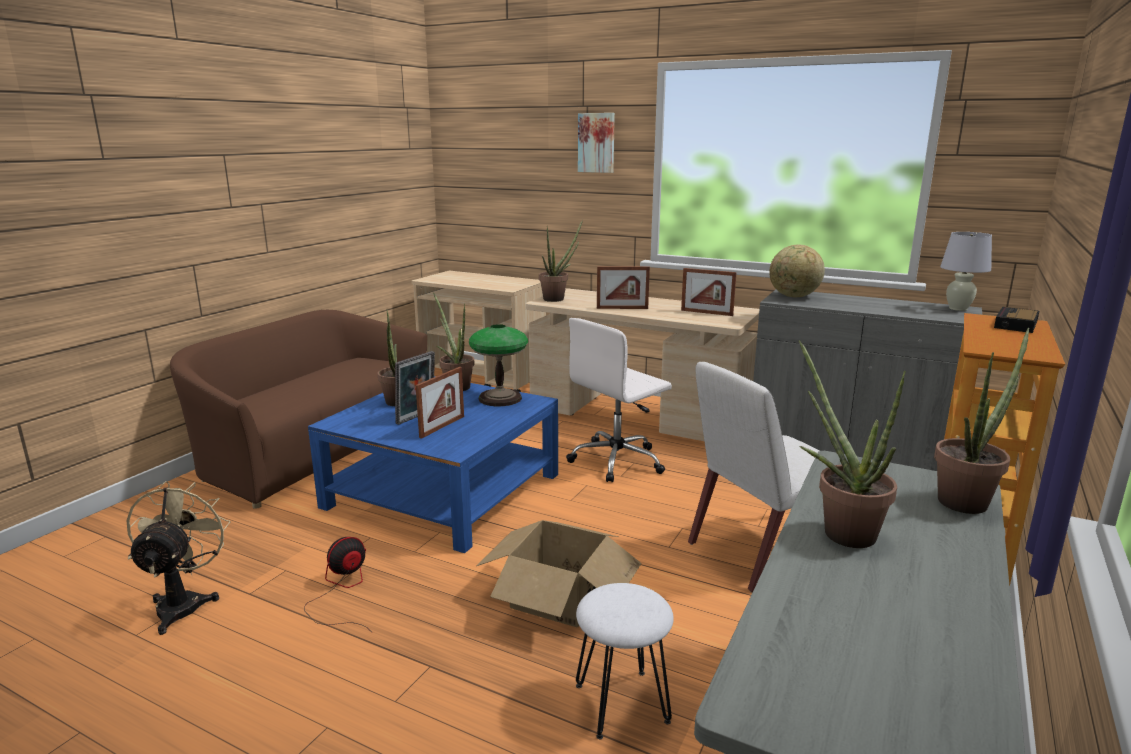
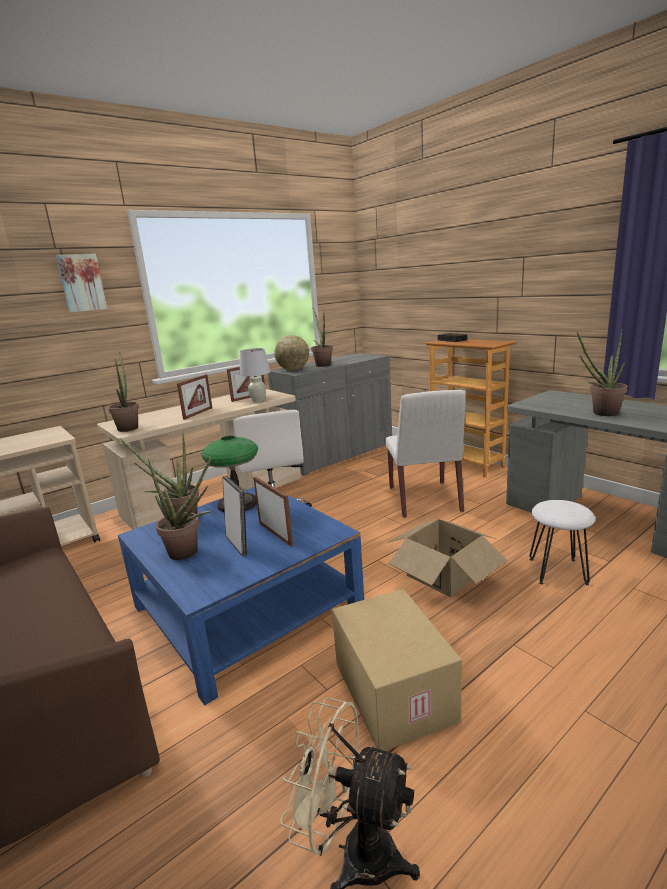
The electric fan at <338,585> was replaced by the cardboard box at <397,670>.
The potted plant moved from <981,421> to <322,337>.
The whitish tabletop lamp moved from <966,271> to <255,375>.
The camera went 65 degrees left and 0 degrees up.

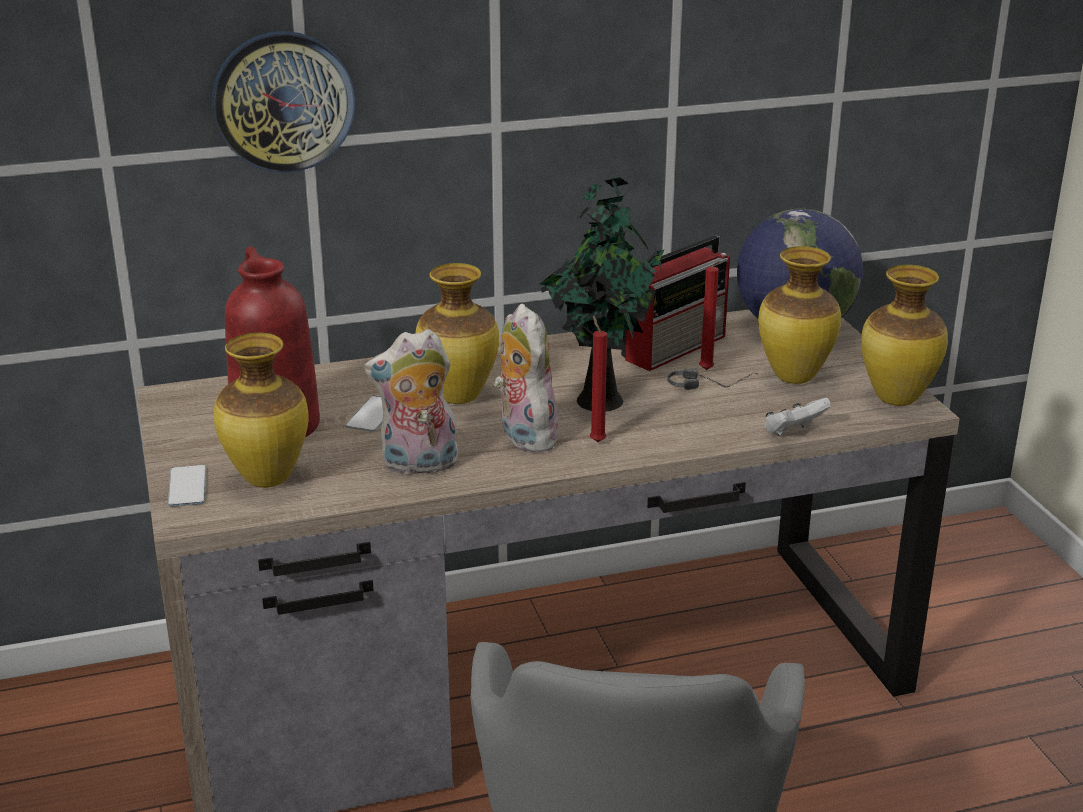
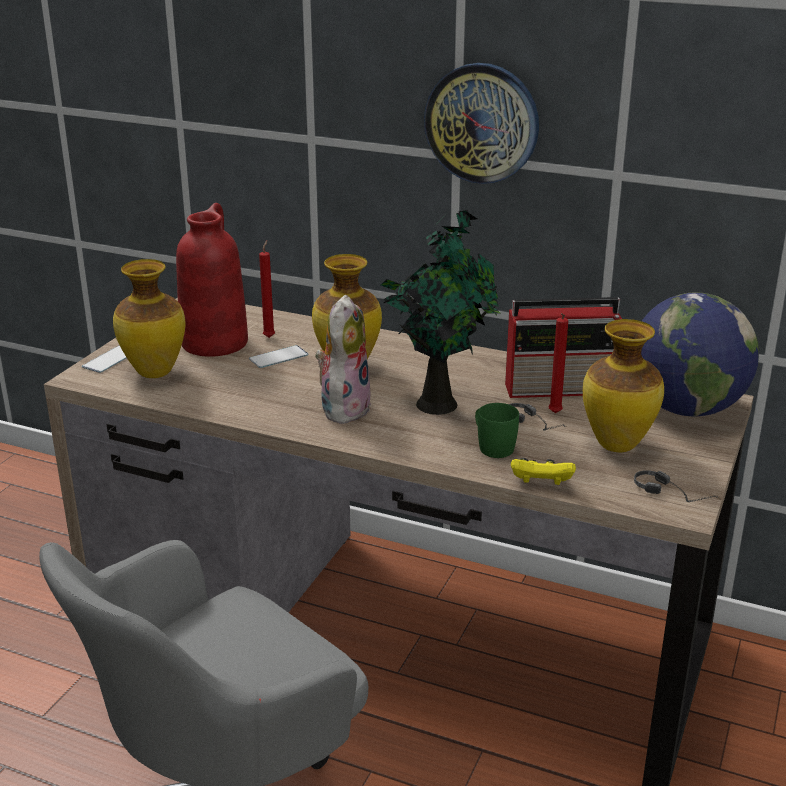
The clock on the wall moved from <283,102> to <481,123>.
The cuddly toy at <411,401> disappeared.
The red-coloured wax candle moved from <598,378> to <267,289>.
The whitish game controller at <798,417> became the yellow-coloured game controller at <543,471>.
The decorative vase at <904,335> was replaced by the headphones at <677,486>.
The green mug at <497,430> appeared.
The camera went 40 degrees right and 0 degrees up.

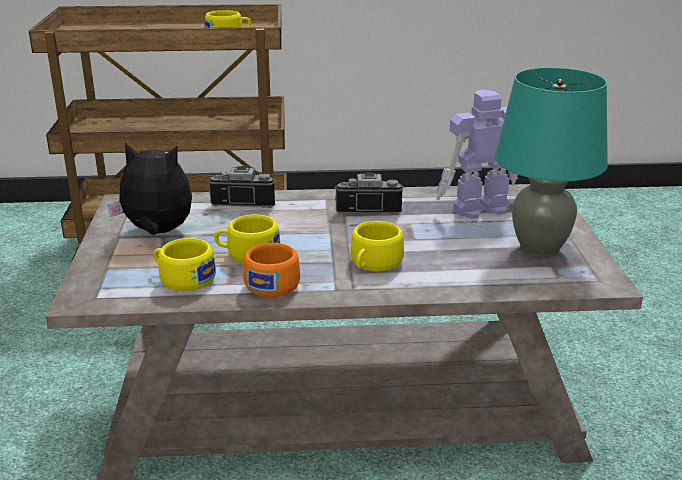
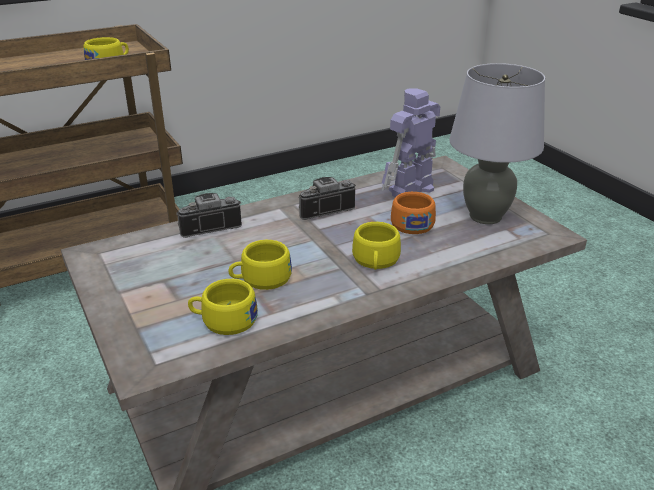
The cuddly toy at <149,188> disappeared.
The orange drinking cup moved from <271,270> to <413,213>.
The turquoise tabletop lamp at <551,162> became the greyish tabletop lamp at <497,143>.
The camera went 25 degrees left and 5 degrees up.

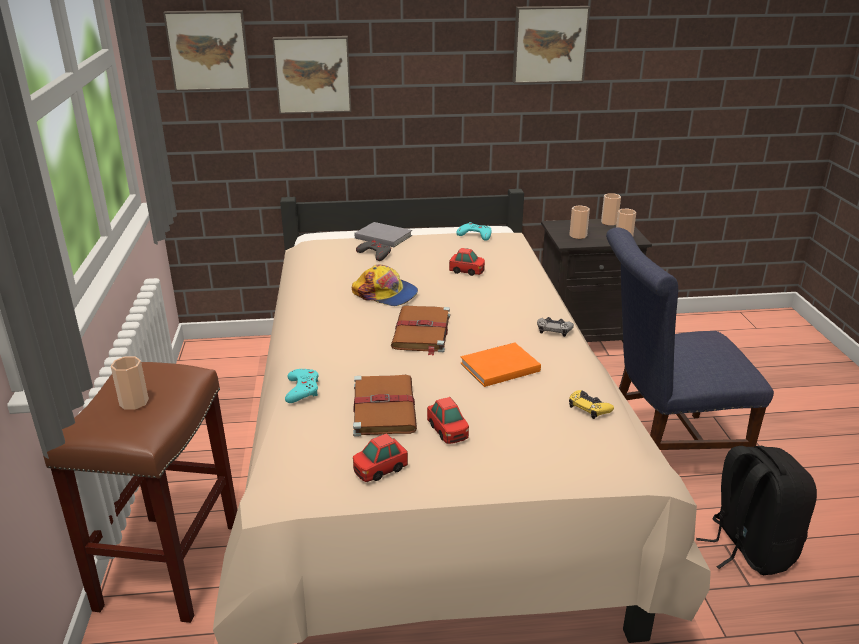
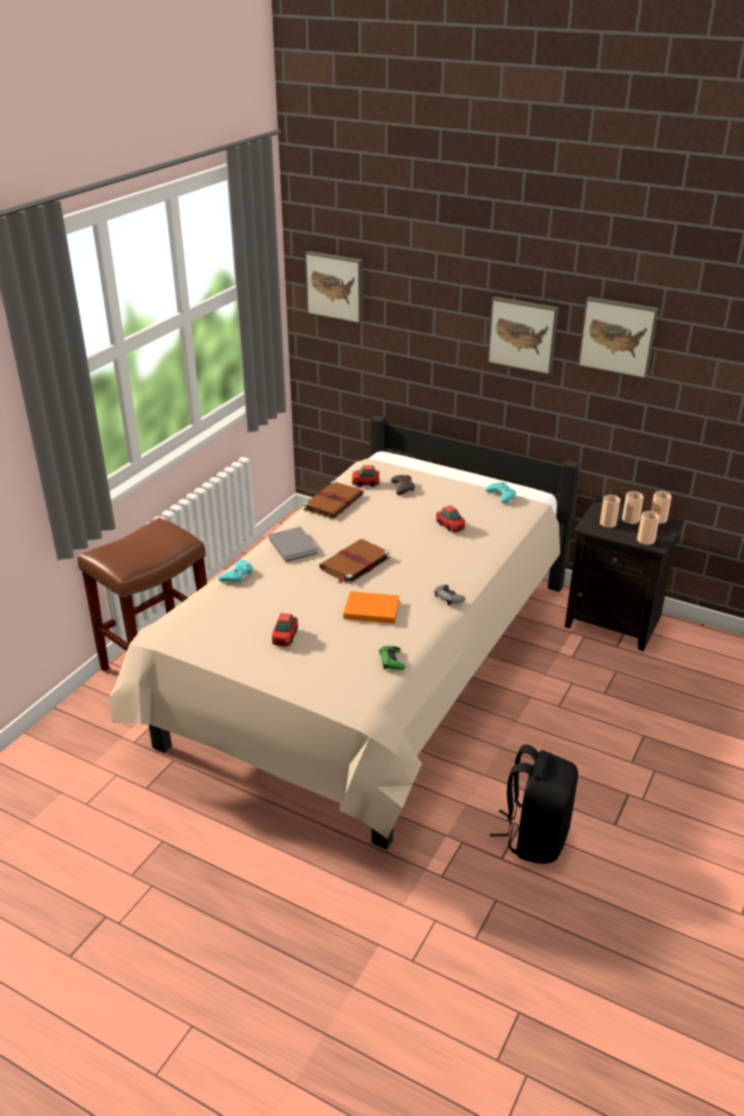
The drinking cup moved from <130,383> to <633,507>.
The wall art moved from <311,75> to <523,336>.
The peaked cap at <385,285> disappeared.
The brown volume moved from <385,406> to <333,500>.
The model car moved from <380,458> to <365,476>.
The greyish volume moved from <383,234> to <293,544>.
The yellow-coloured game controller at <591,404> became the green game controller at <392,658>.
The blue plain chair at <690,339> disappeared.
The camera went 35 degrees right and 5 degrees up.

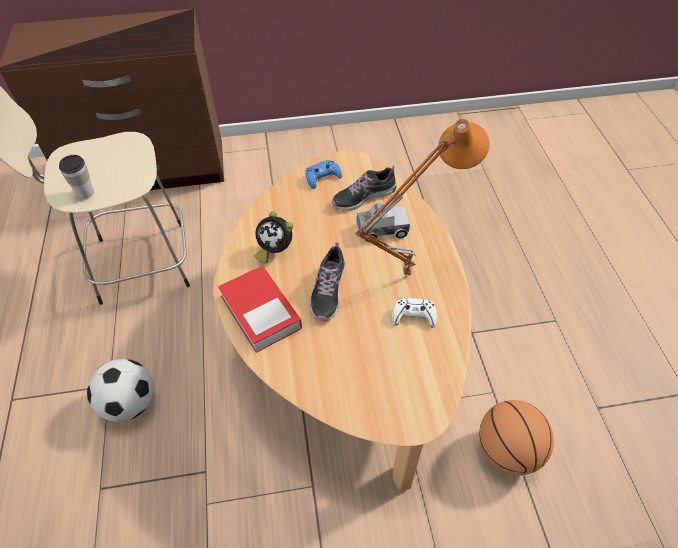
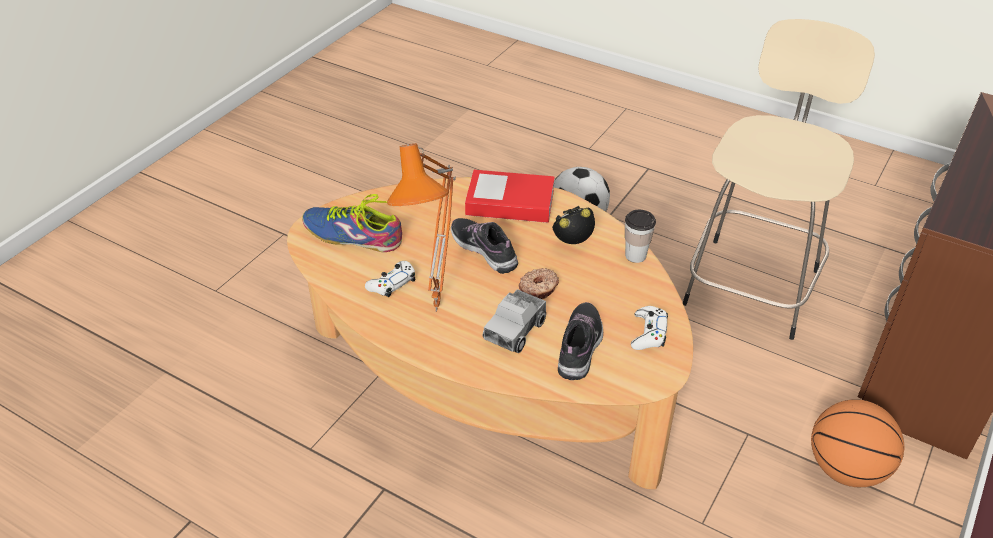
The drinking cup moved from <76,177> to <640,236>.
The blue game controller at <323,174> became the whitish game controller at <649,328>.
The ball for basketball moved from <516,437> to <857,443>.
The low shoe at <352,223> appeared.
The donut at <539,283> appeared.
The camera went 130 degrees right and 10 degrees down.

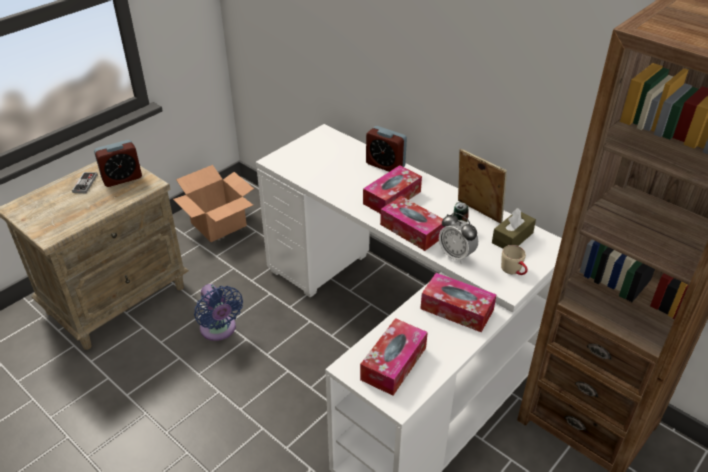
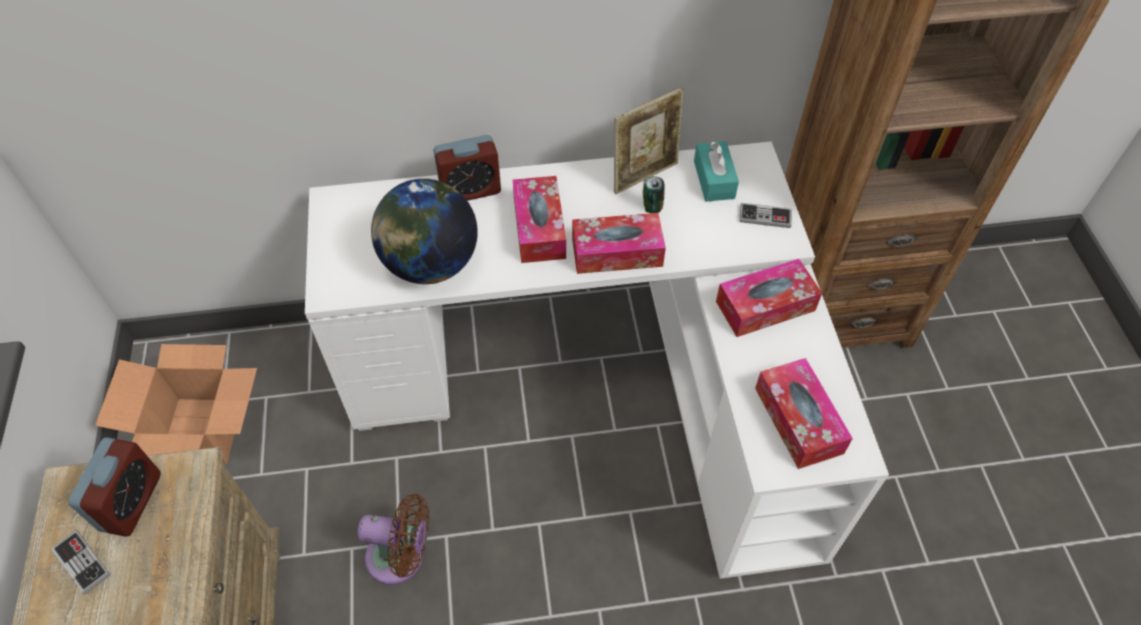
The blue electric fan at <218,312> became the brown electric fan at <393,539>.
The table clock at <458,238> disappeared.
The photo frame at <482,186> turned 150 degrees clockwise.
The brown tissue box at <514,228> became the turquoise tissue box at <716,171>.
The beige-coloured mug at <514,260> was replaced by the game controller at <765,215>.
The desk globe at <424,231> appeared.
The camera went 50 degrees left and 15 degrees up.

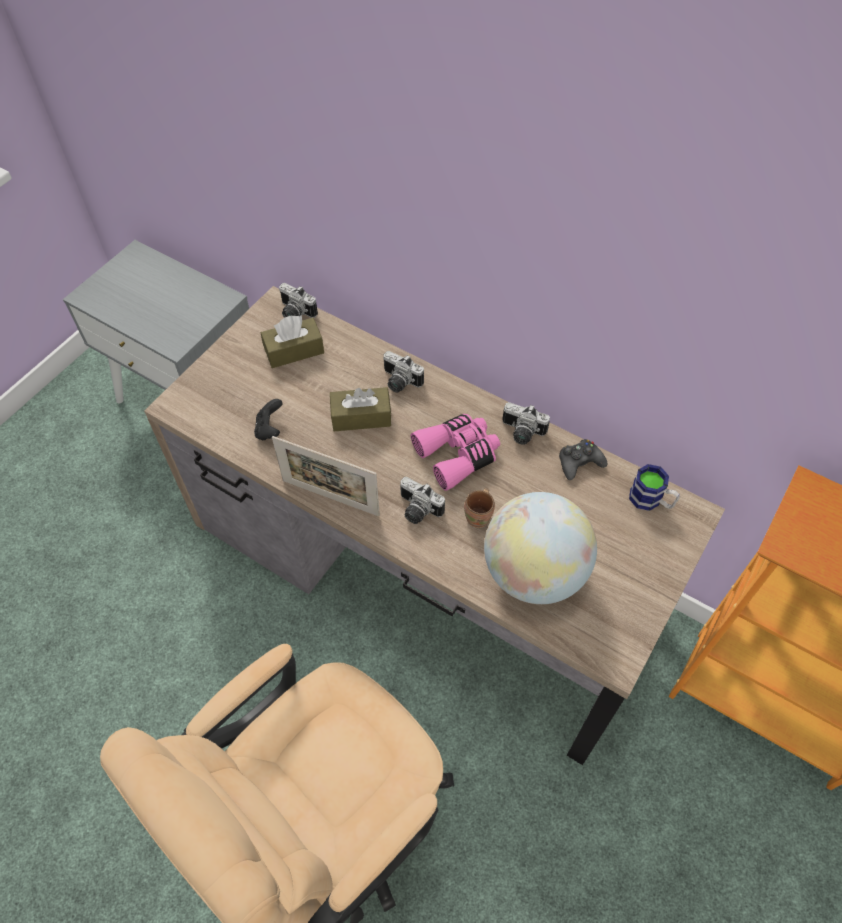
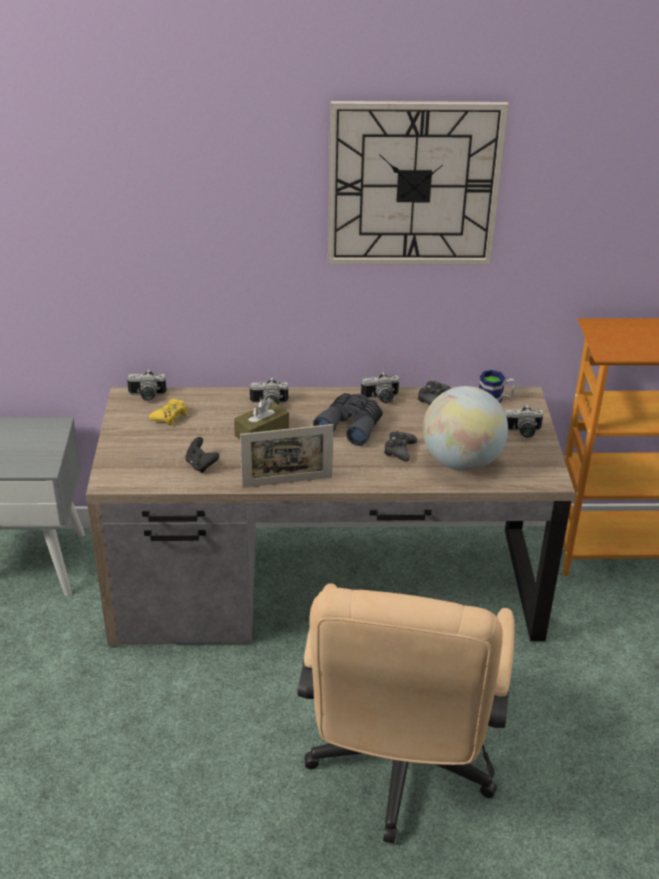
The brown tissue box at <292,341> was replaced by the yellow-coloured game controller at <168,412>.
The still camera moved from <422,500> to <524,421>.
The pink-coloured pair of binoculars at <455,452> became the greyish pair of binoculars at <348,419>.
The brown mug at <479,508> was replaced by the black-coloured game controller at <400,446>.
The clock on the wall at <418,183> appeared.
The camera went 35 degrees left and 20 degrees down.

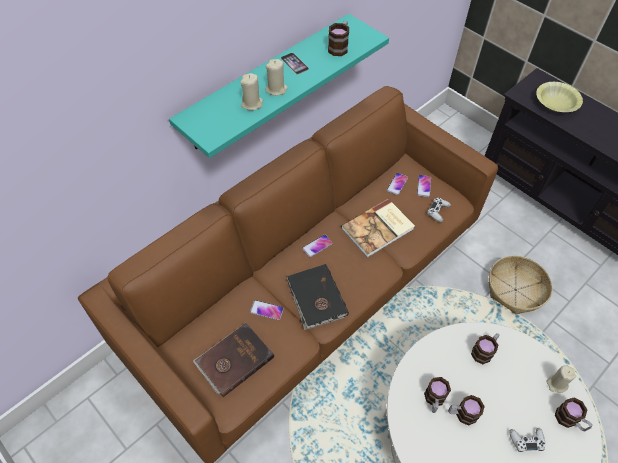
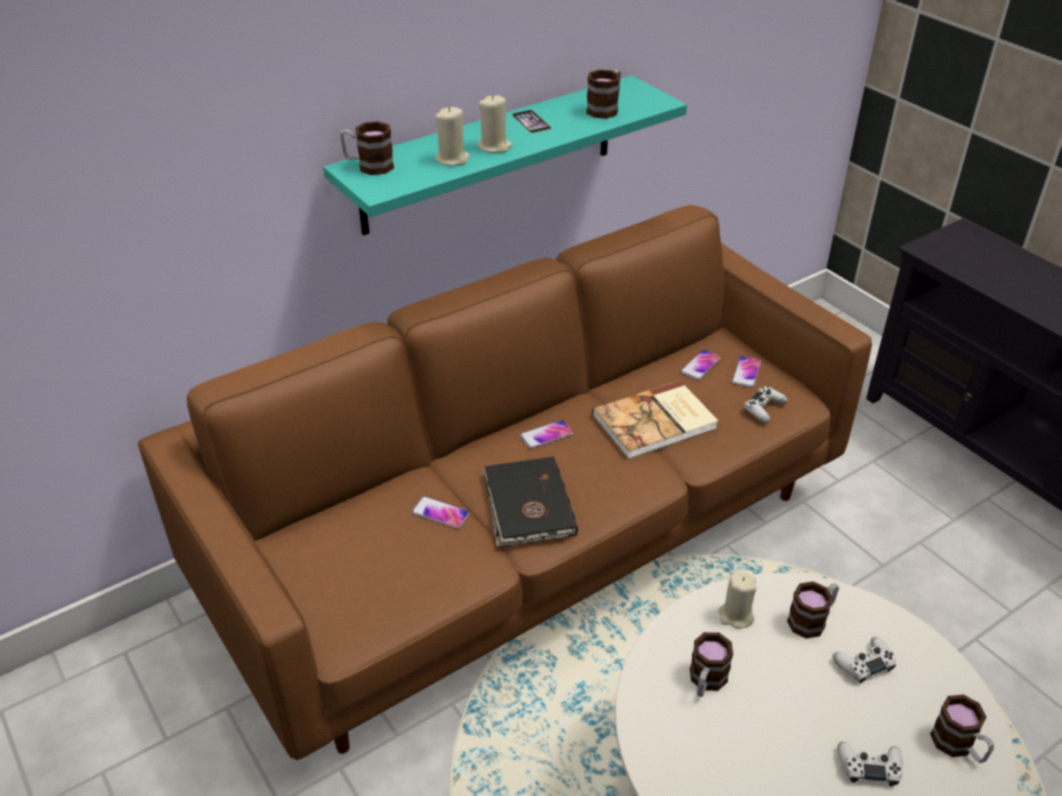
The brown volume at <233,360> disappeared.
The mug moved from <466,410> to <367,148>.
The storage basket at <521,285> disappeared.
The yellow-coloured deep dish at <559,97> disappeared.
The beige-coloured wax candle moved from <561,379> to <737,599>.
The whitish game controller at <864,660> appeared.
The camera went 10 degrees right and 15 degrees down.

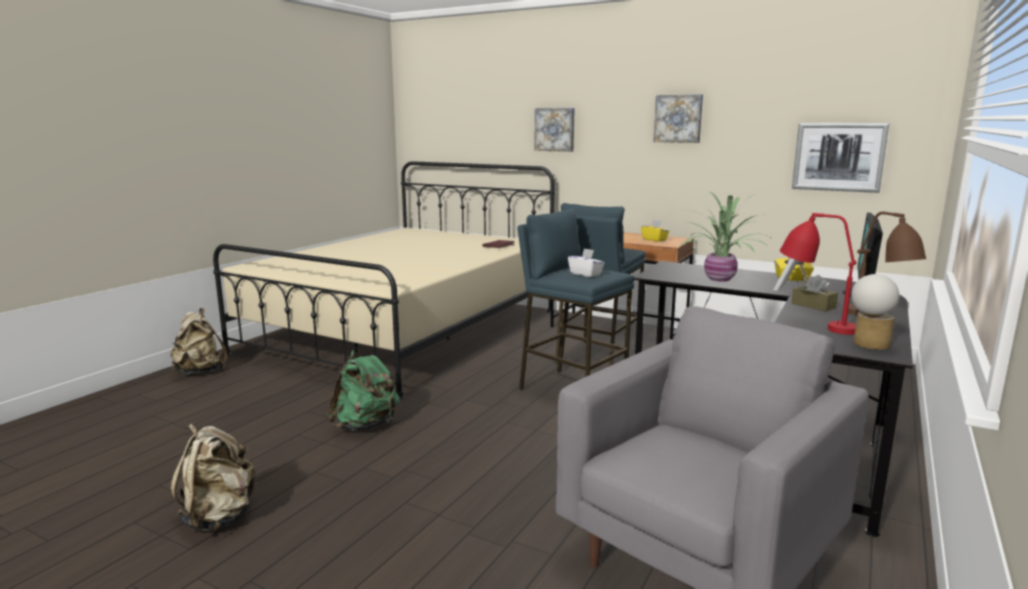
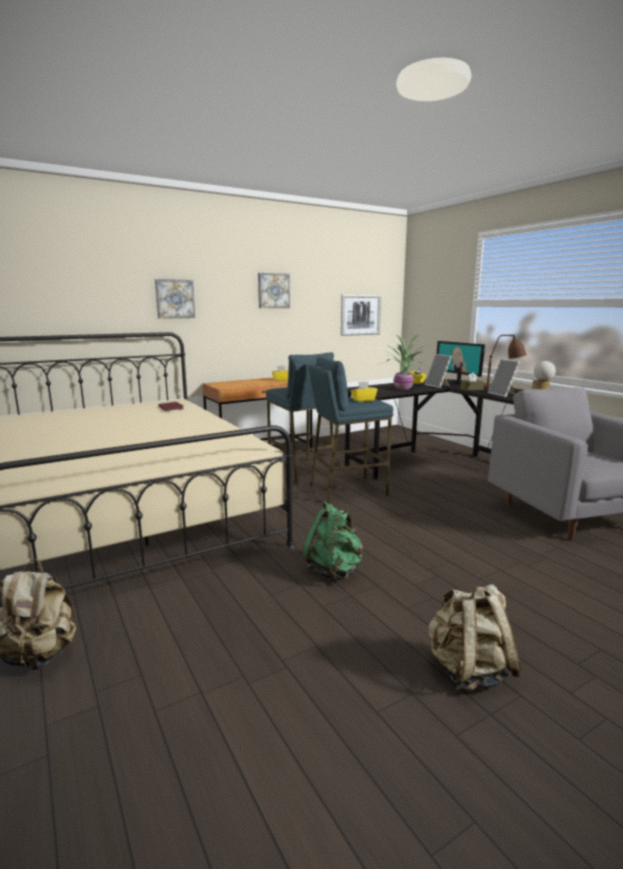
The whitish tissue box at <586,262> became the yellow-coloured tissue box at <364,392>.
The red-coloured tabletop lamp at <818,274> was replaced by the photo frame at <504,378>.
The camera went 60 degrees left and 0 degrees up.

